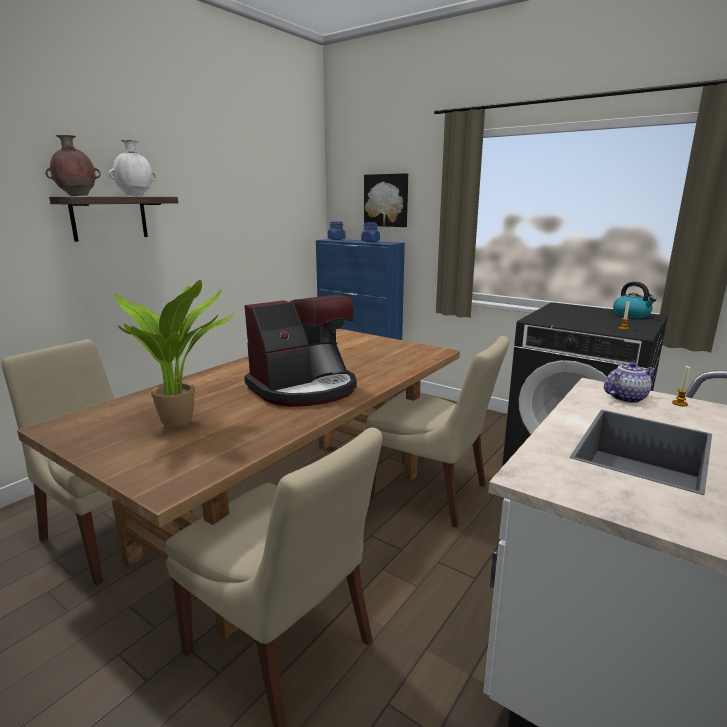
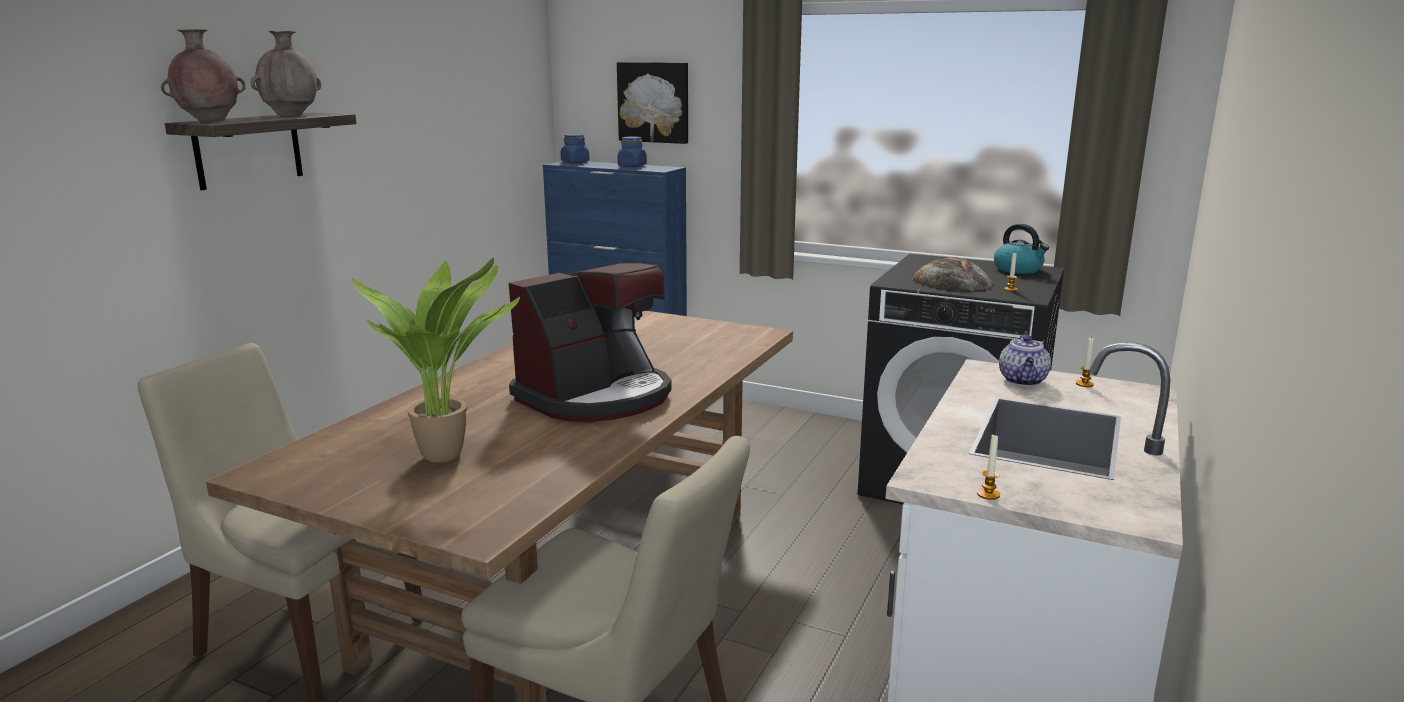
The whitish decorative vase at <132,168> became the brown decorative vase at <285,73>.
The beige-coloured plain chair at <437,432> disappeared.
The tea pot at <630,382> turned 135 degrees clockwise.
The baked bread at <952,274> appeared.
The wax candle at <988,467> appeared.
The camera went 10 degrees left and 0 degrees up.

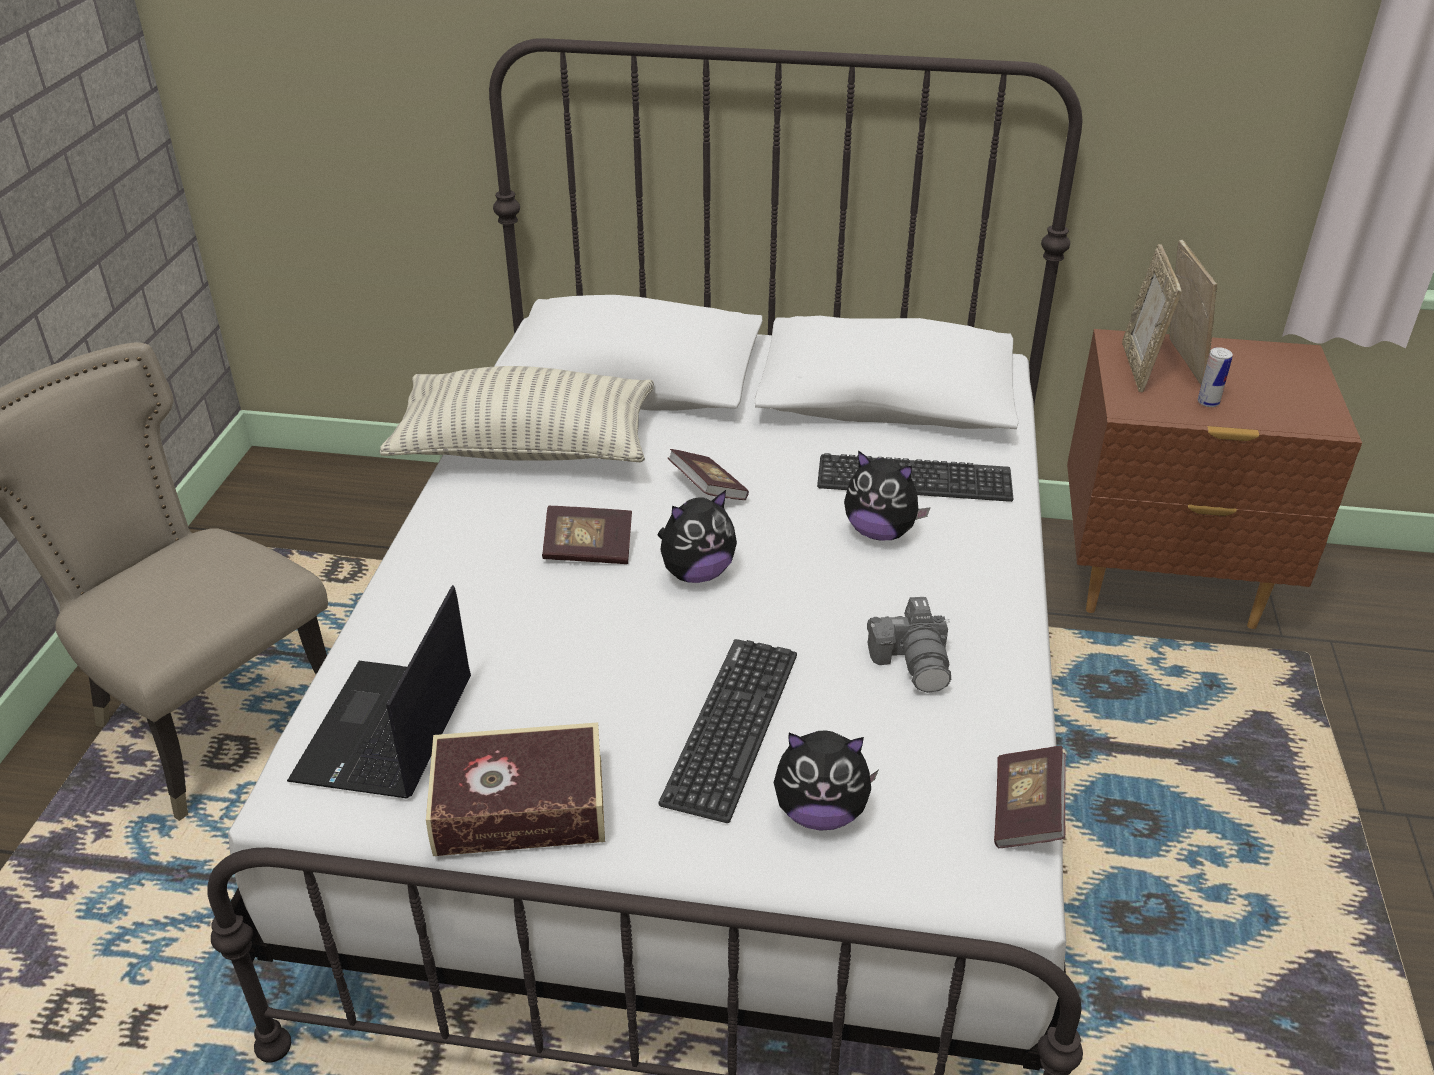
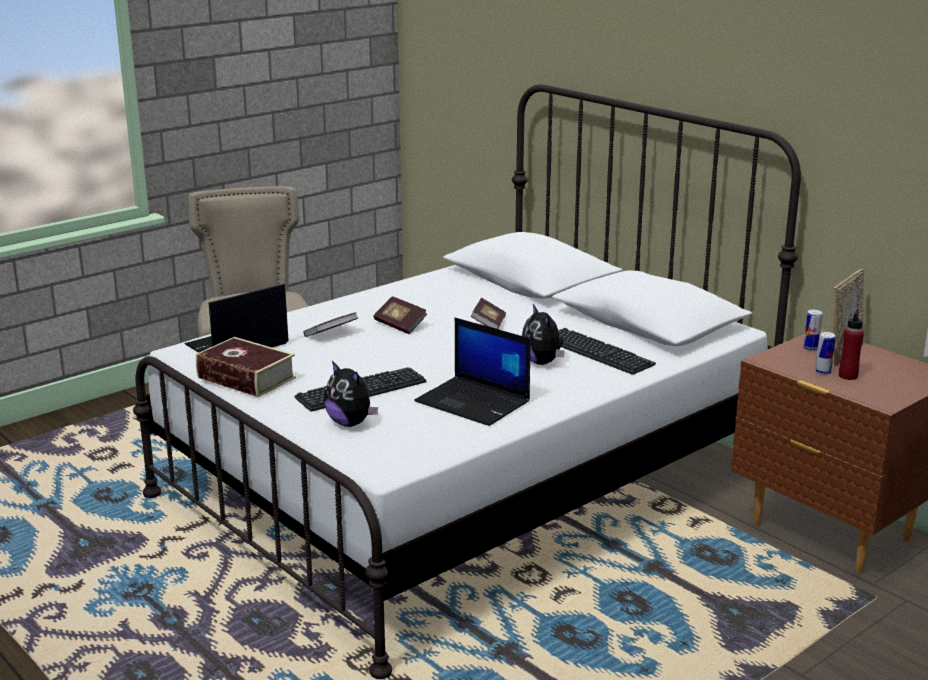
The throw pillow at <516,414> disappeared.
The cuddly toy at <697,536> disappeared.
The still camera at <909,645> was replaced by the portable computer at <472,372>.
The volume moved from <1030,797> to <330,324>.
The photo frame at <1152,318> was replaced by the can at <813,330>.
The red-coloured bottle at <851,344> appeared.
The camera went 40 degrees right and 15 degrees down.

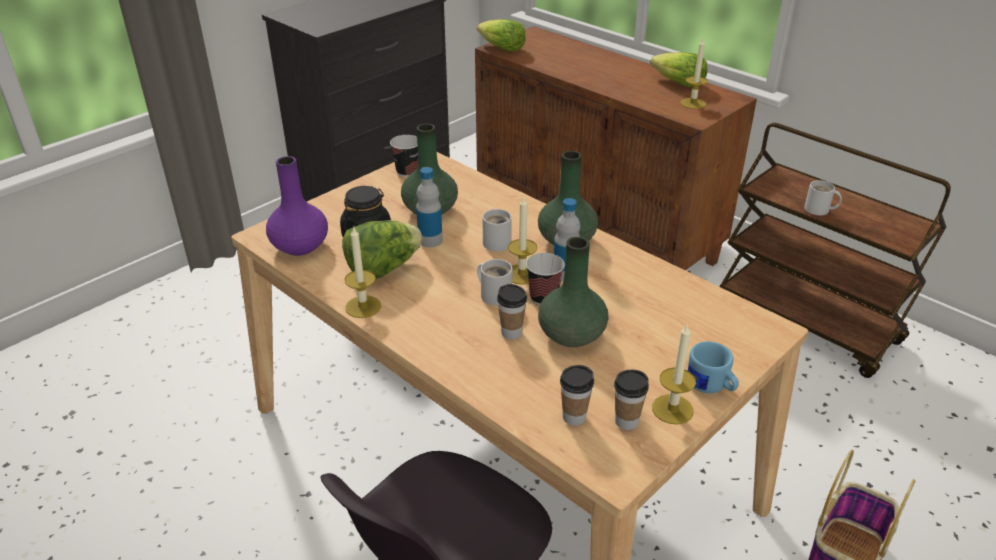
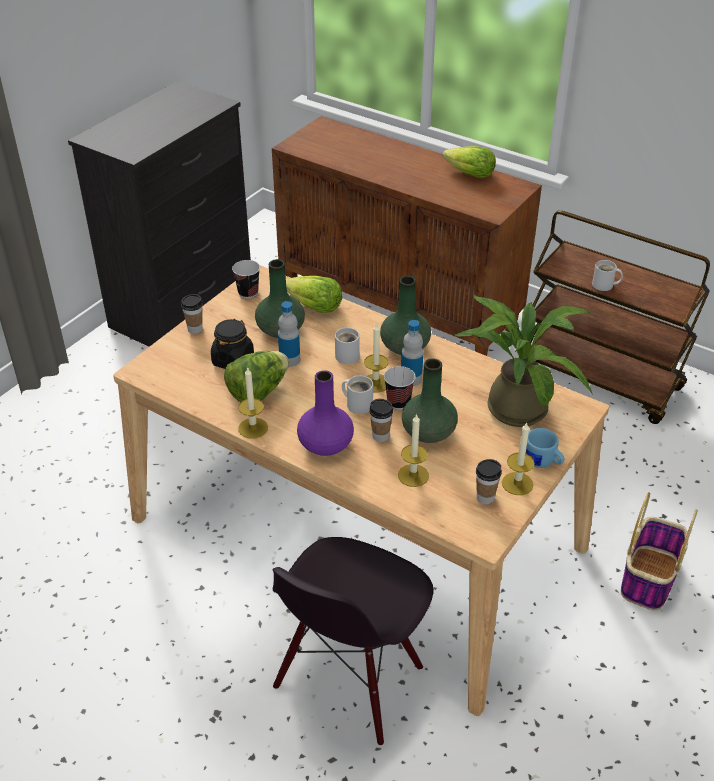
The purple-coloured decorative vase moved from <297,206> to <325,413>.
The head of lettuce moved from <501,35> to <314,294>.
The drinking cup moved from <577,395> to <192,314>.
The wax candle moved from <694,74> to <413,450>.
The potted plant at <523,361> appeared.
The camera went 10 degrees left and 5 degrees up.

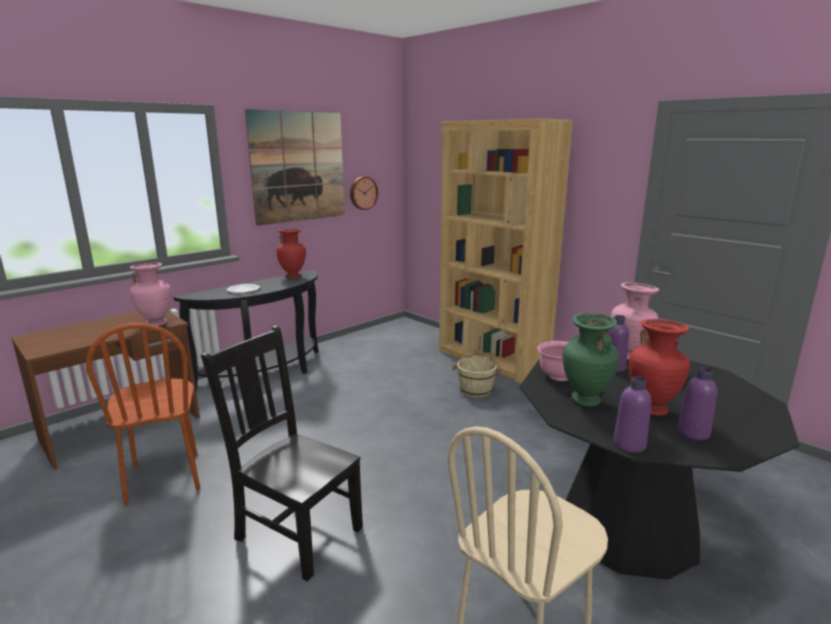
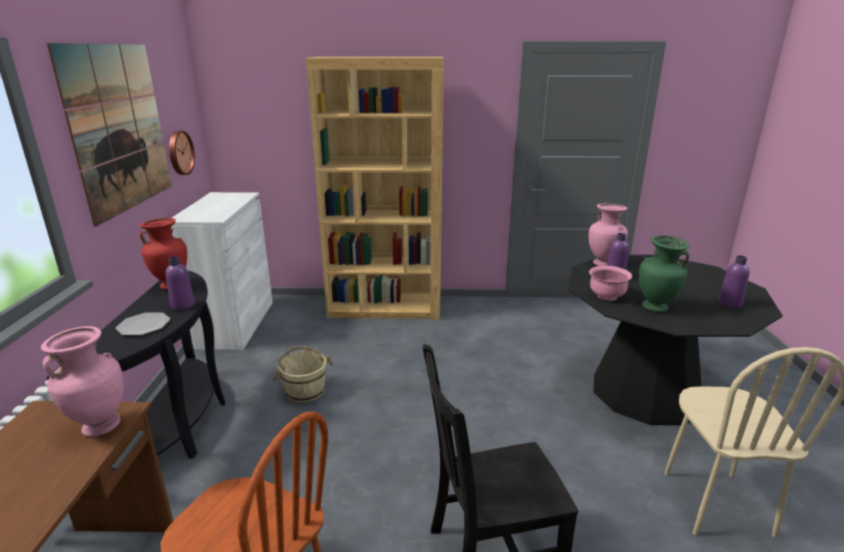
The beige-coloured bucket moved from <477,374> to <303,374>.
The purple-coloured bottle moved from <632,414> to <180,283>.
The red-coloured decorative vase at <659,367> disappeared.
The whitish storage cabinet at <222,271> appeared.
The camera went 45 degrees left and 5 degrees up.

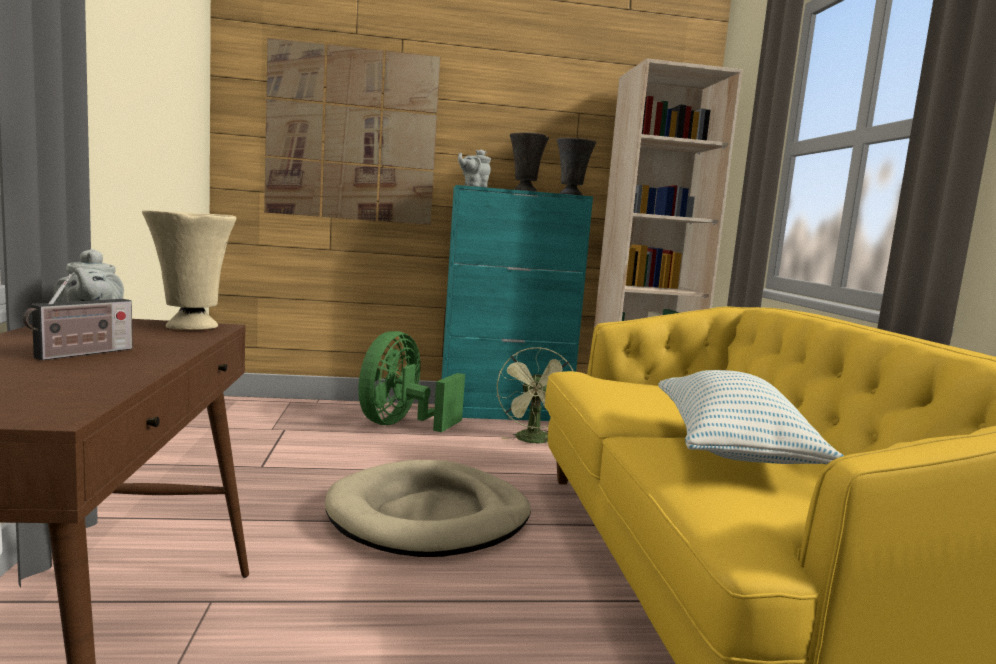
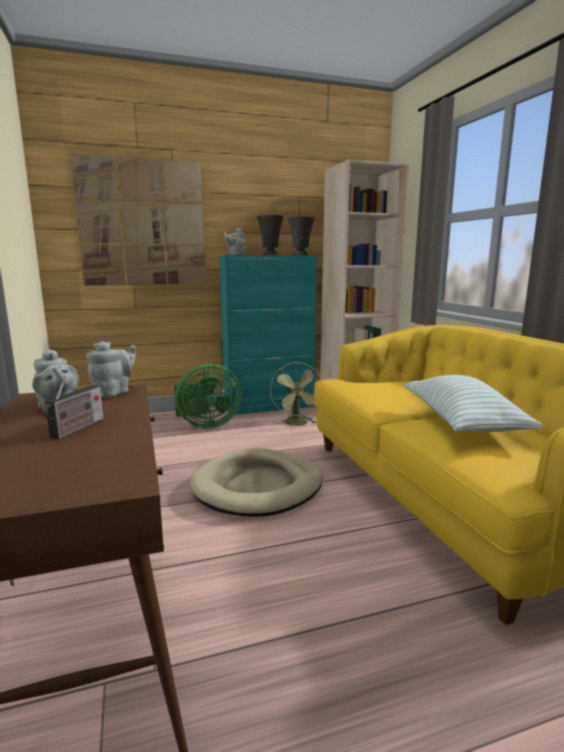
The beige-coloured decorative vase at <189,270> was replaced by the greyish tea pot at <111,369>.
The green electric fan at <412,381> turned 120 degrees counterclockwise.
The camera went 10 degrees left and 5 degrees up.

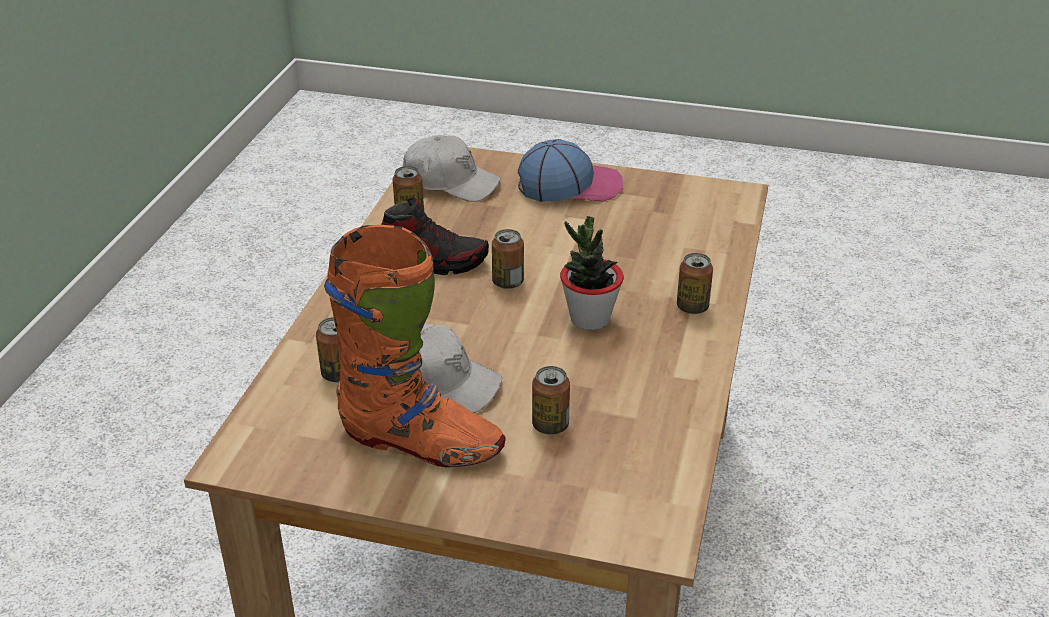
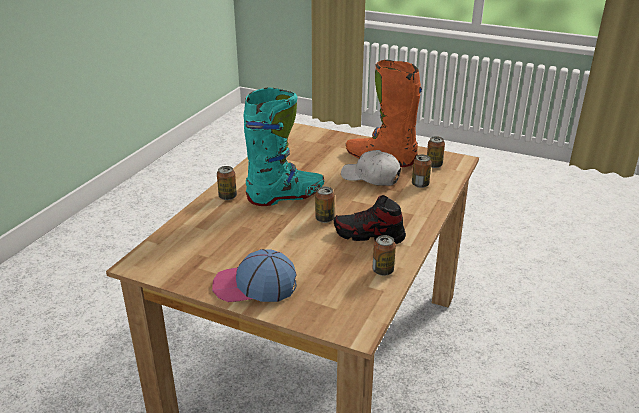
The whitish peaked cap at <452,168> disappeared.
The can moved from <551,400> to <436,152>.
The potted plant at <592,273> was replaced by the turquoise high-top boot at <283,146>.
The camera went 170 degrees left and 5 degrees down.

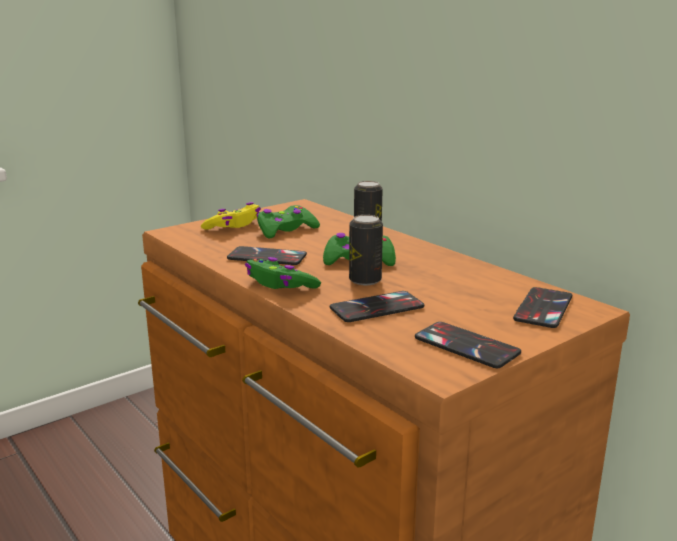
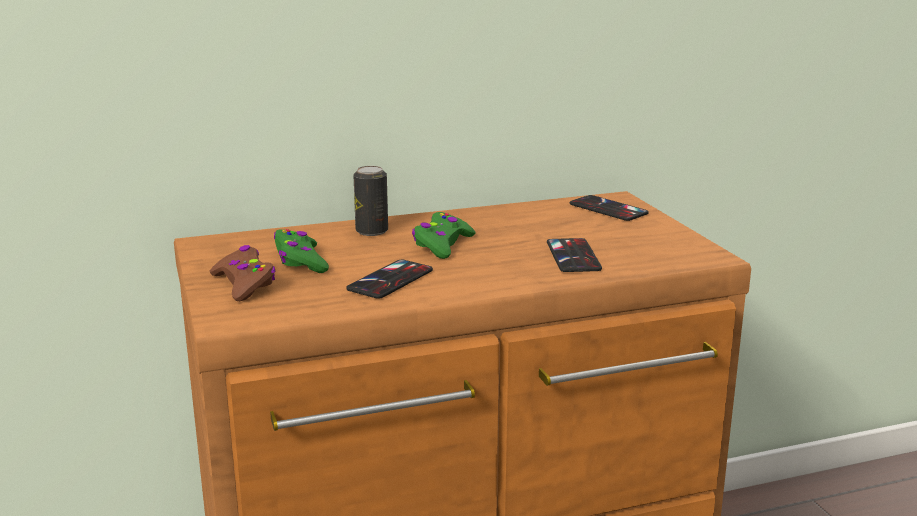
The yellow-coloured game controller at <231,216> became the brown game controller at <243,273>.
The green game controller at <283,273> disappeared.
The can at <366,250> disappeared.
The telephone at <468,345> disappeared.
The camera went 70 degrees left and 0 degrees up.

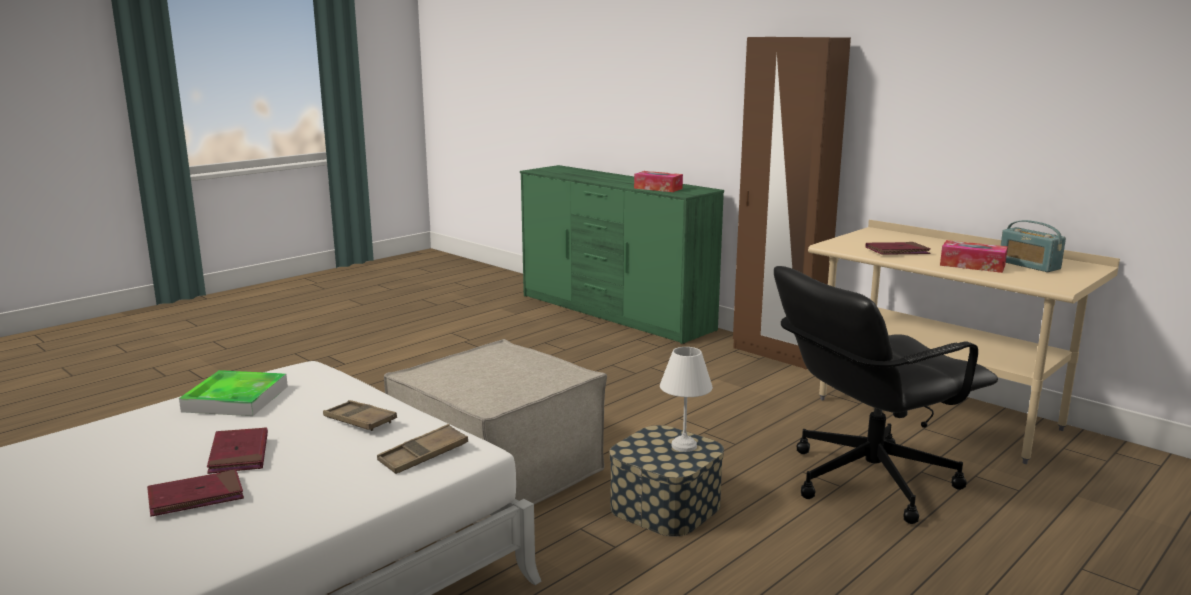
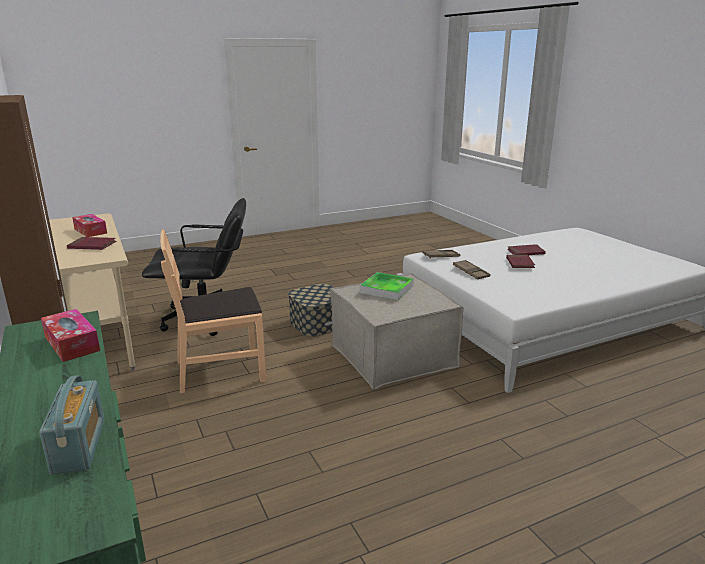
The carrying tray moved from <233,393> to <387,286>.
The whitish tabletop lamp at <686,399> disappeared.
The radio moved from <1033,246> to <71,425>.
The brown plain chair at <213,311> appeared.
The camera went 160 degrees left and 5 degrees up.

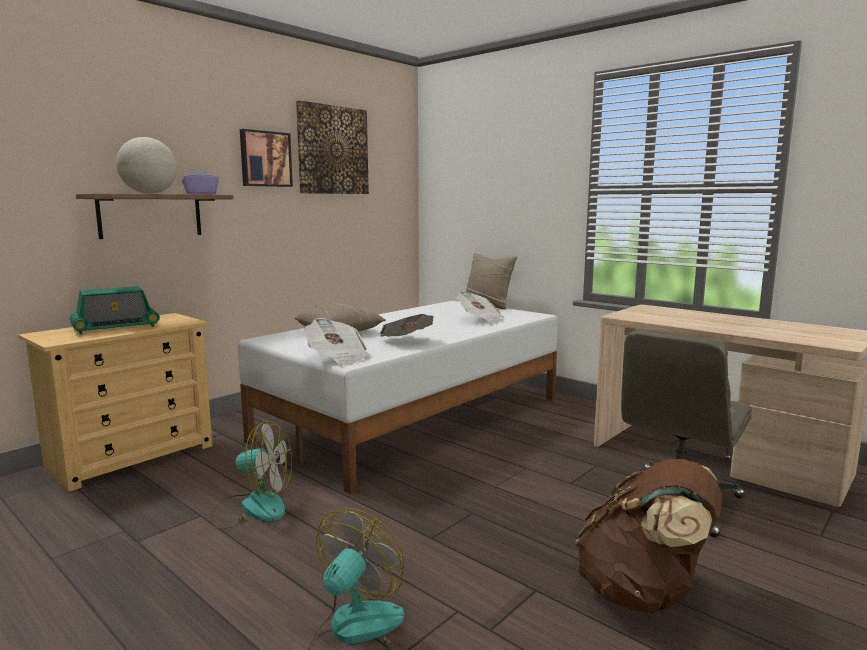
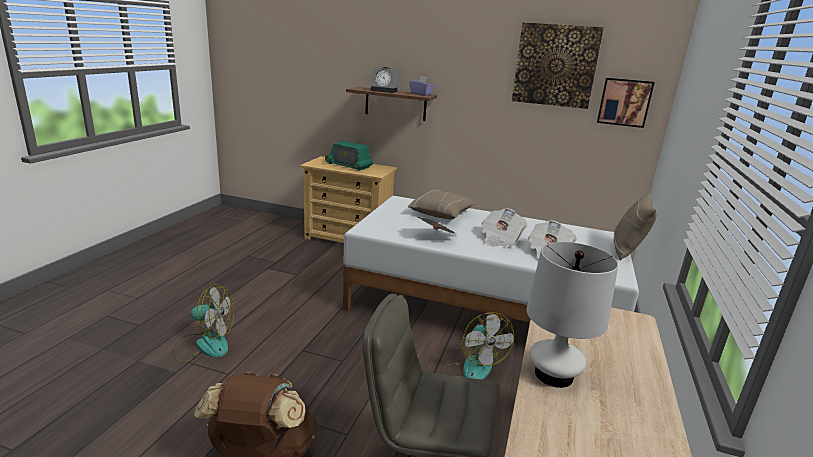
The desk globe at <146,165> was replaced by the table clock at <384,80>.
The electric fan moved from <251,475> to <477,345>.
The wall art moved from <266,158> to <626,103>.
The printed paper moved from <336,342> to <504,227>.
The whitish tabletop lamp at <572,315> appeared.
The camera went 65 degrees right and 10 degrees up.

